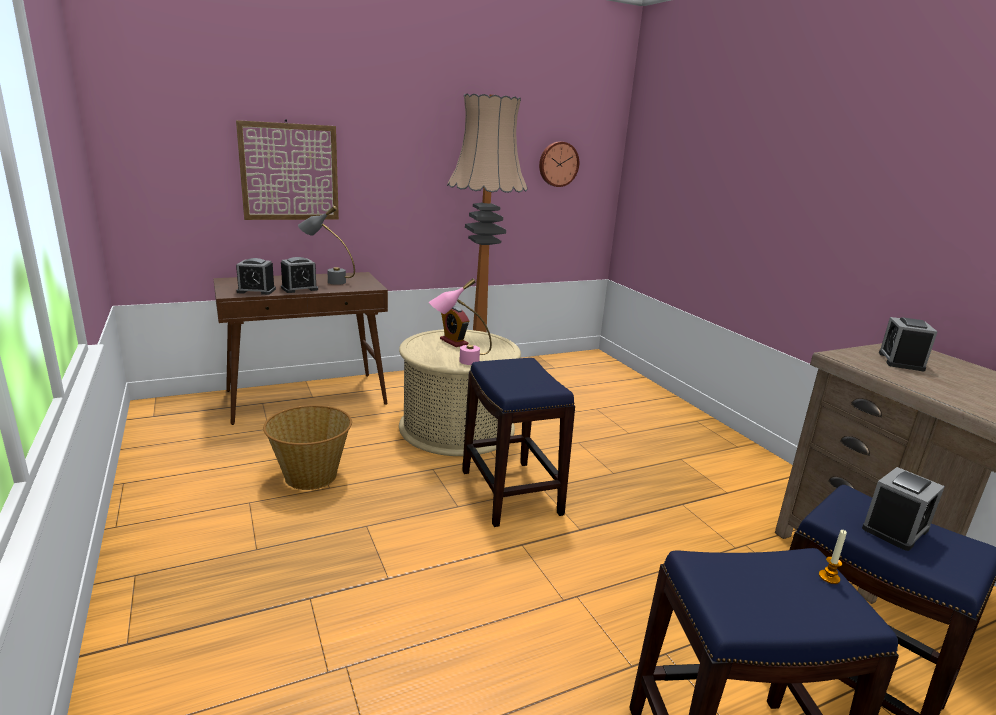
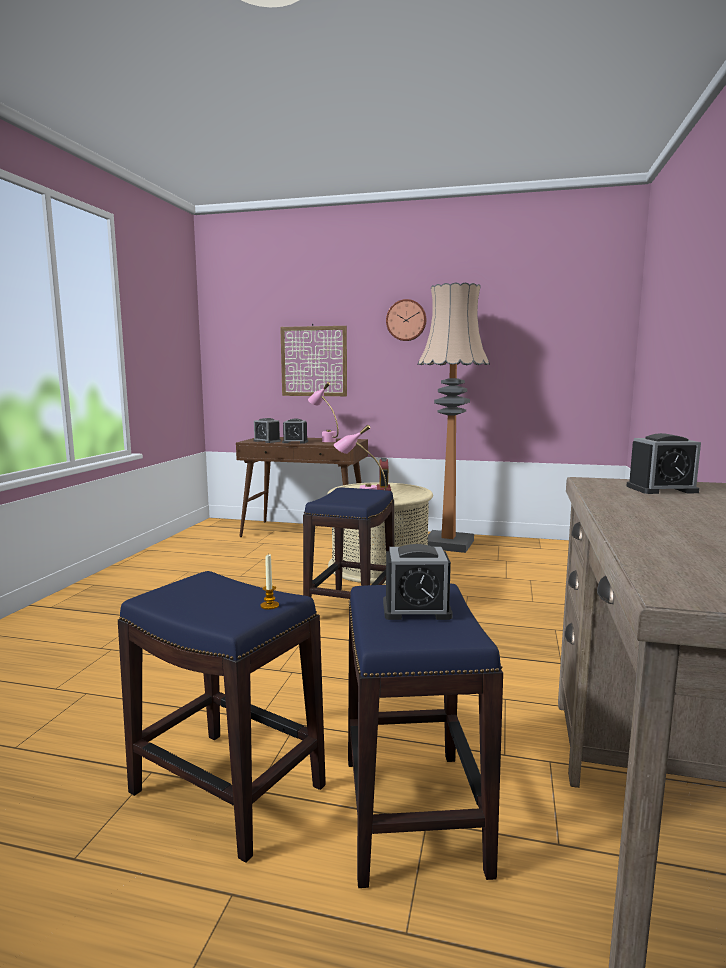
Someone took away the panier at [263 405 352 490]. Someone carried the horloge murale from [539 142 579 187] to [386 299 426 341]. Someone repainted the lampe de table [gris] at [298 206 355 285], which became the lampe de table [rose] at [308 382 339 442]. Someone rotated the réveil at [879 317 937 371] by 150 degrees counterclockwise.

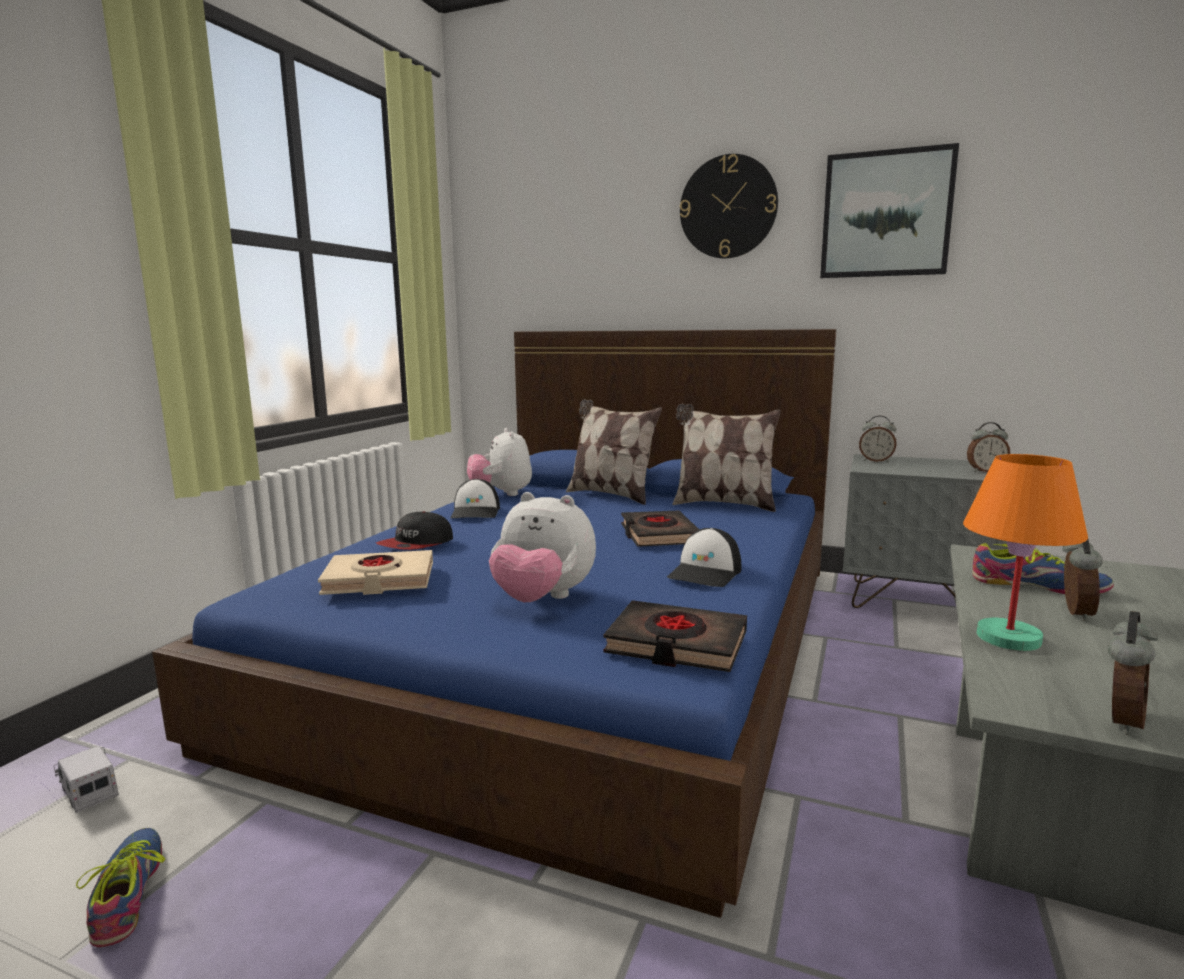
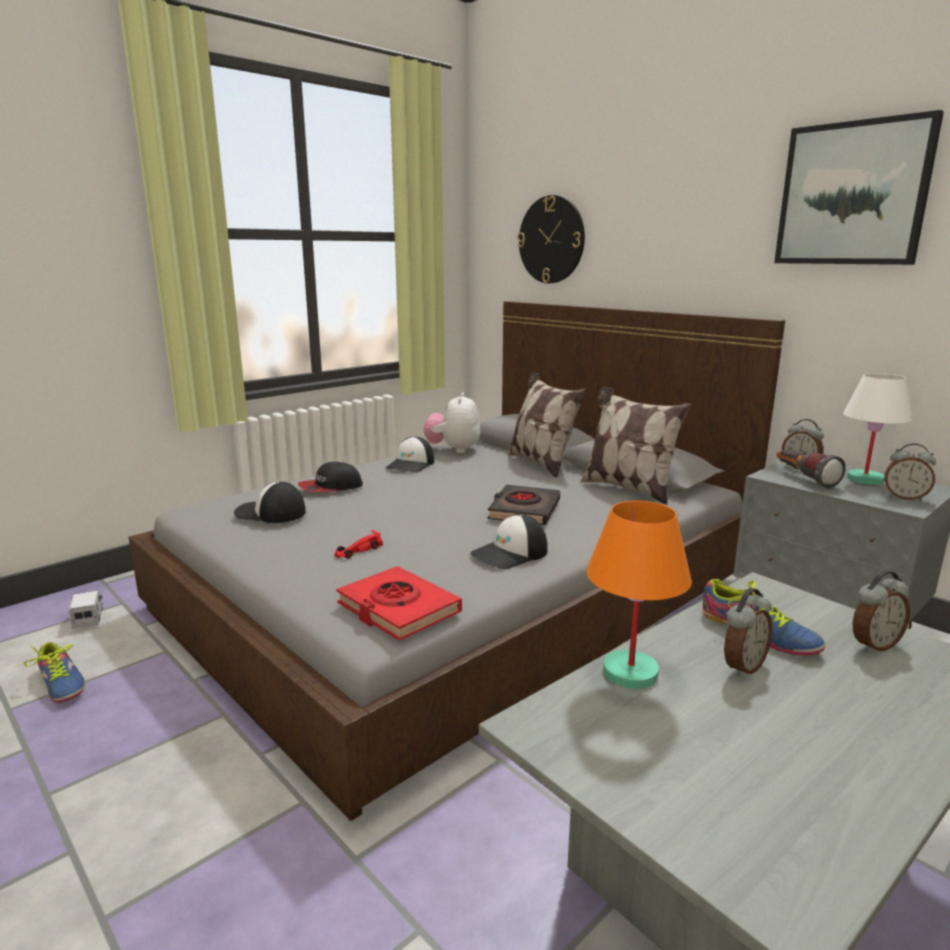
Someone put down the lampe de poche at [777 449 846 488]. Someone put down the lampe de table [blanc] at [843 373 913 485]. Someone carried the horloge murale from [680 154 778 258] to [517 195 585 283]. Someone carried the réveil from [1108 611 1158 735] to [853 570 910 652]. Someone swapped the livre [beige] at [318 550 433 595] for the casquette at [234 482 306 523]. Someone swapped the peluche at [489 492 596 602] for the petite voiture [rouge] at [335 530 383 558]. Someone repainted the lit [bleu] at [152 329 836 918], which became the lit [gris] at [128 301 785 821]. Someone repainted the livre [noir] at [603 600 747 672], which became the livre [rouge] at [336 566 462 641]. Someone rotated the chaussure at [76 828 165 947] by 135 degrees clockwise.

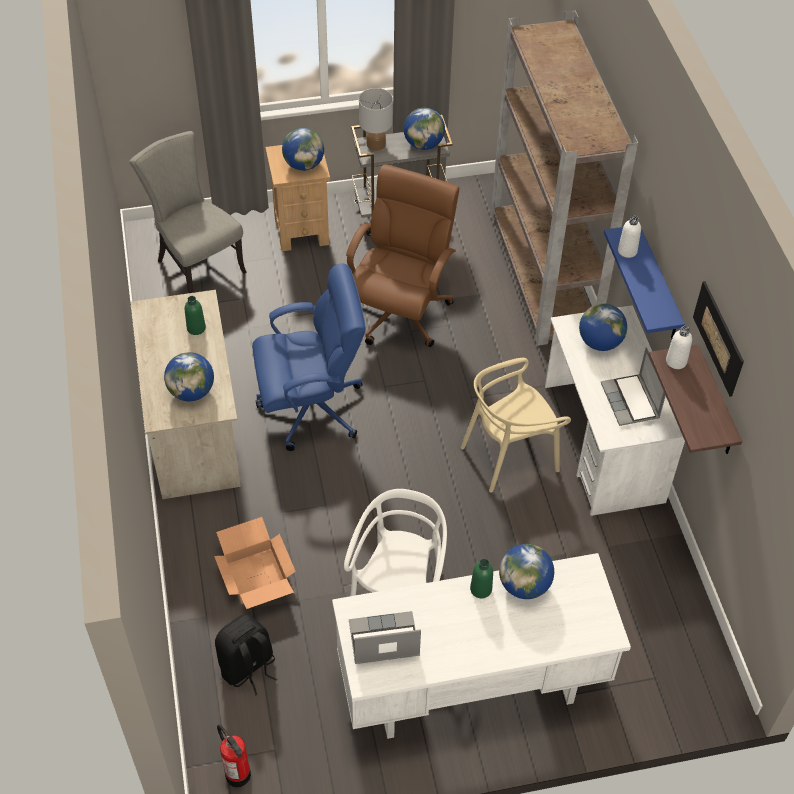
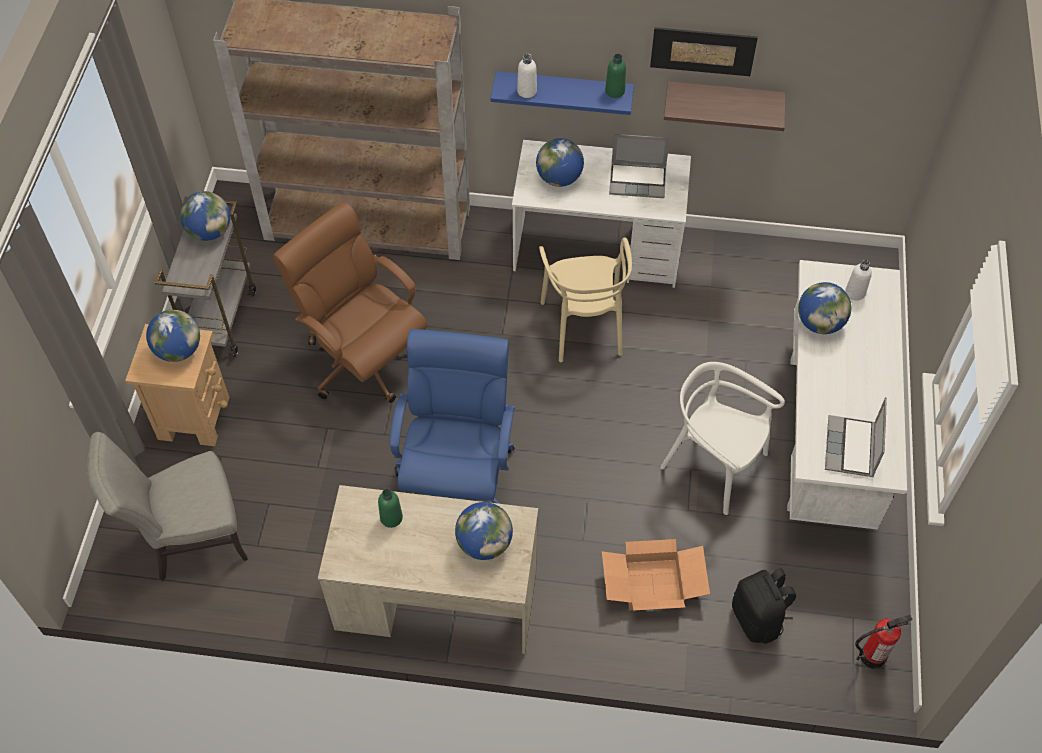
Someone took away the lampe de table [gris] at [359 88 393 151]. Someone carried the bouteille [vert] from [470 559 493 598] to [605 54 626 98]. Someone carried the bouteille [blanc] from [666 326 692 369] to [845 260 872 301].

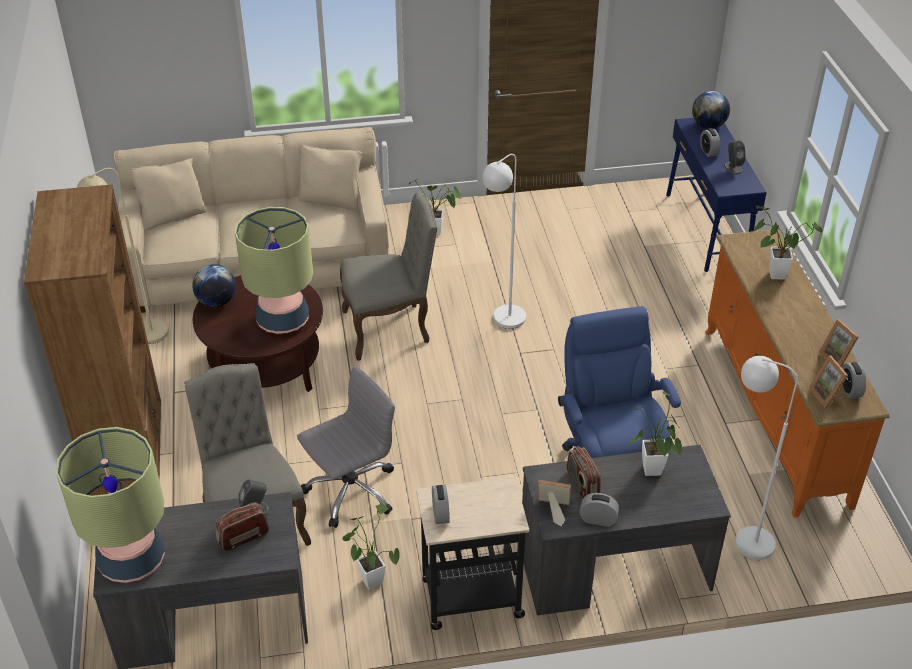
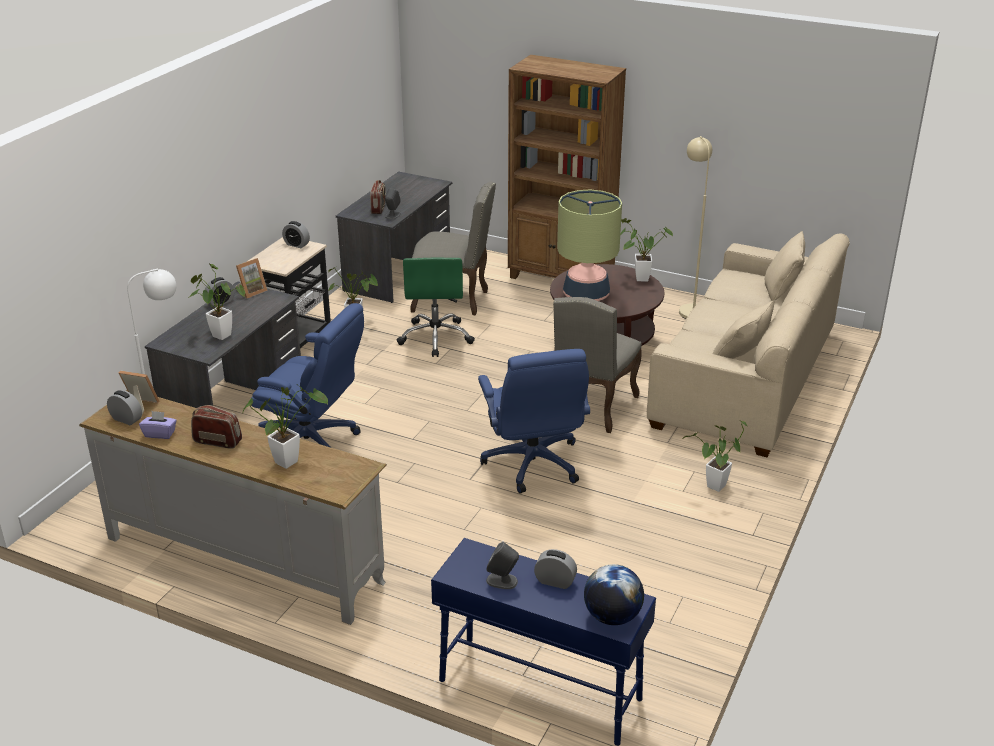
Someone took away the lampe de table at [56 427 165 583]. Someone carried the radio from [567 446 601 499] to [191 405 242 449]. Someone swapped the globe at [192 264 236 307] for the plante en pot at [620 218 673 281]. Someone swapped the lampadaire [blanc] at [483 154 526 329] for the chaise de bureau [bleu] at [478 349 590 494]. Someone swapped the cadre photo at [818 319 859 367] for the boîte à mouchoirs [violet] at [139 411 177 439]. Someone repainted the chaise de bureau [gris] at [297 366 395 528], which became the chaise de bureau [vert] at [396 258 475 357]. Someone repainted the meuble de rangement [orange] at [705 229 890 518], which became the meuble de rangement [gris] at [79 390 387 625].

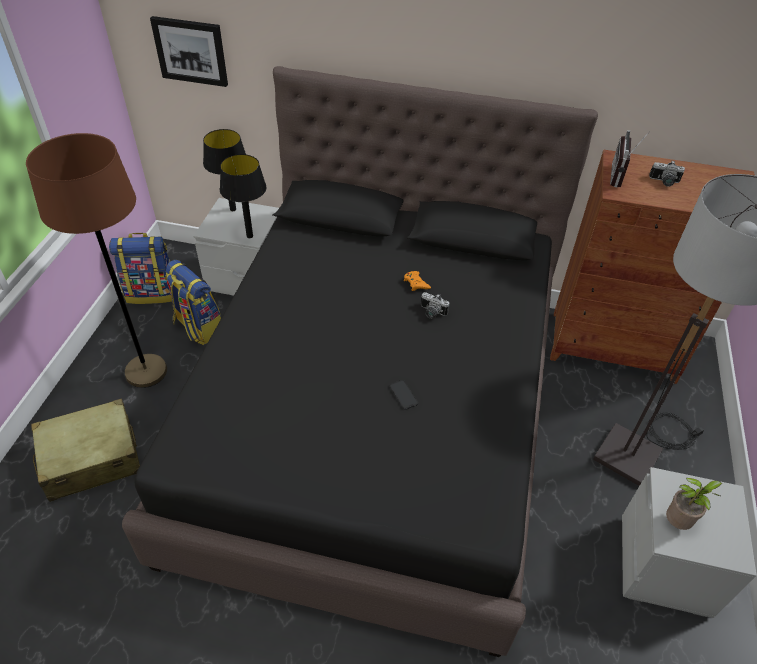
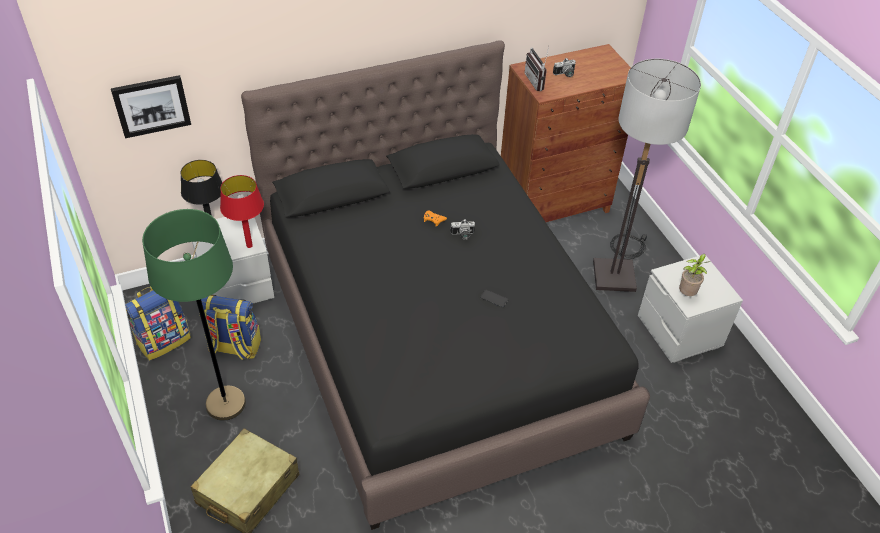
Someone repainted the lampadaire [marron] at [26 133 167 388], which became the lampadaire [vert] at [142 209 246 421]. Someone repainted the lampe de table [noir] at [220 154 267 238], which became the lampe de table [rouge] at [220 175 264 248].

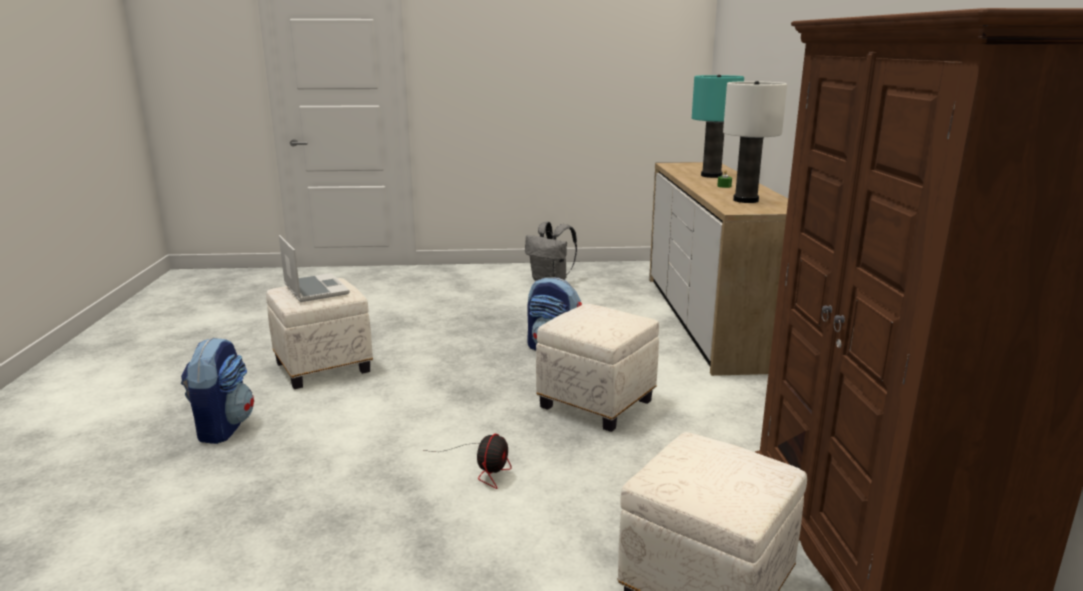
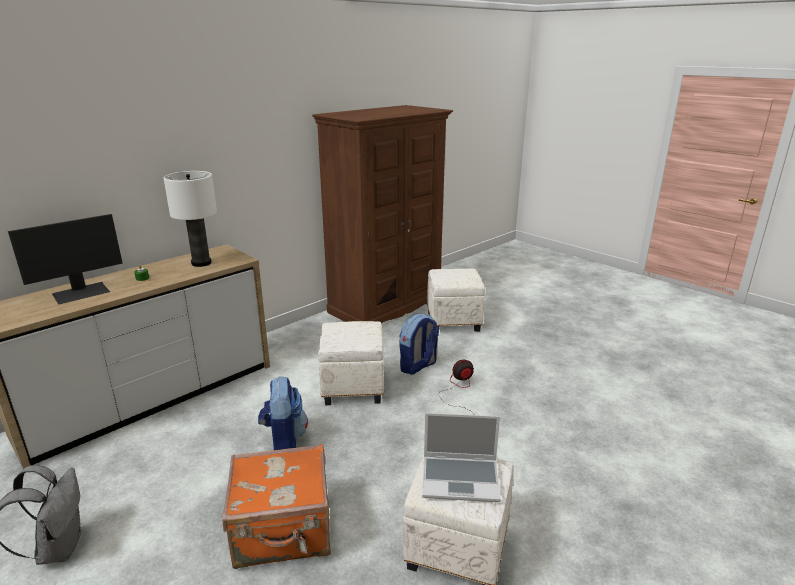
Someone put down the valise [orange] at [222 444 331 569]. Someone carried the sac à dos from [181 337 254 444] to [399 314 439 375]. Someone swapped the lampe de table [turquoise] at [692 75 744 178] for the écran d'ordinateur at [8 214 123 305]. Someone rotated the ordinateur portable at [279 235 350 302] by 105 degrees counterclockwise.

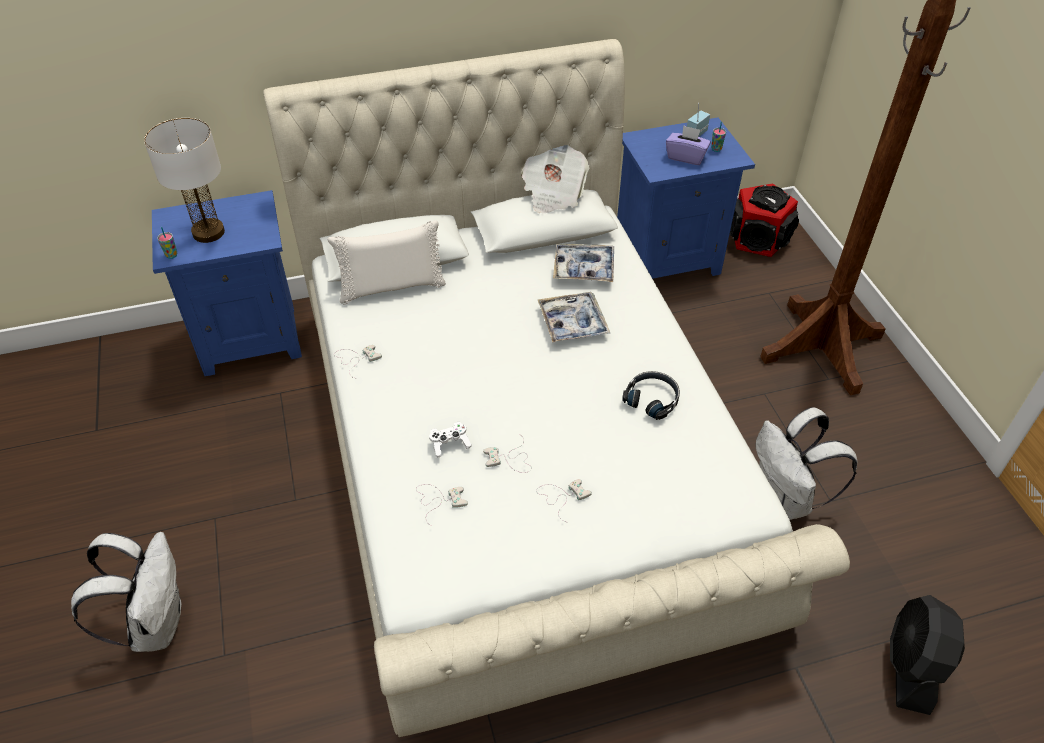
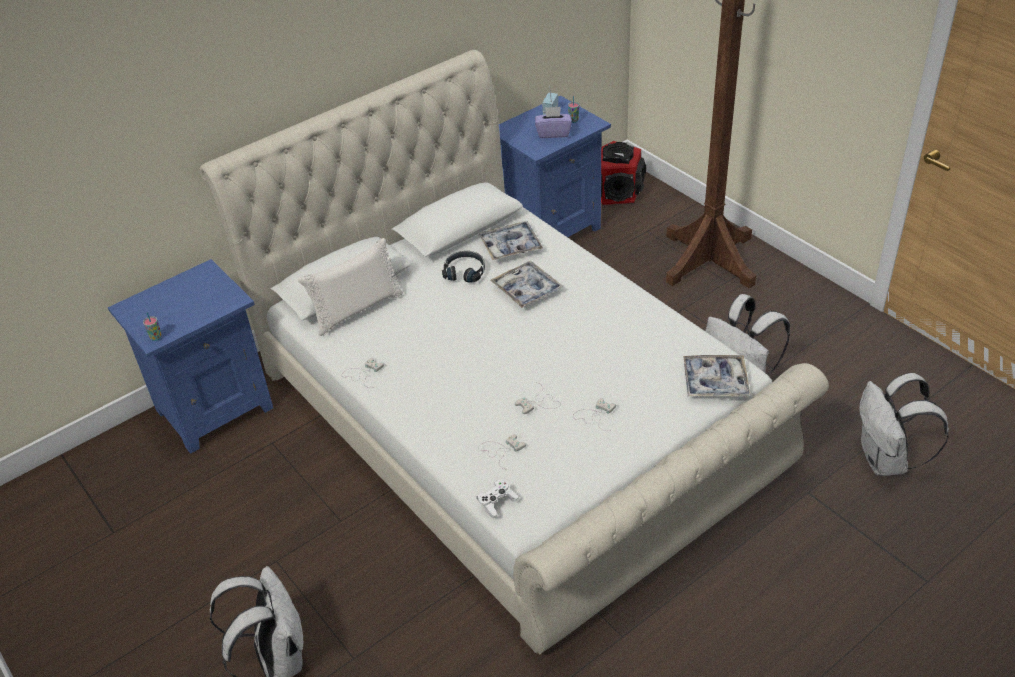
Someone took away the lampe de table at [144 118 225 243]. Someone took away the journal at [521 145 589 213]. Someone put down the plateau at [683 355 750 397]. Someone carried the manette [blanc] from [429 422 472 458] to [477 480 519 518]. Someone carried the casque audio [noir] from [622 371 680 420] to [442 251 485 283]. Someone swapped the ventilateur [noir] at [890 595 965 715] for the sac à dos [blanc] at [859 373 949 476].

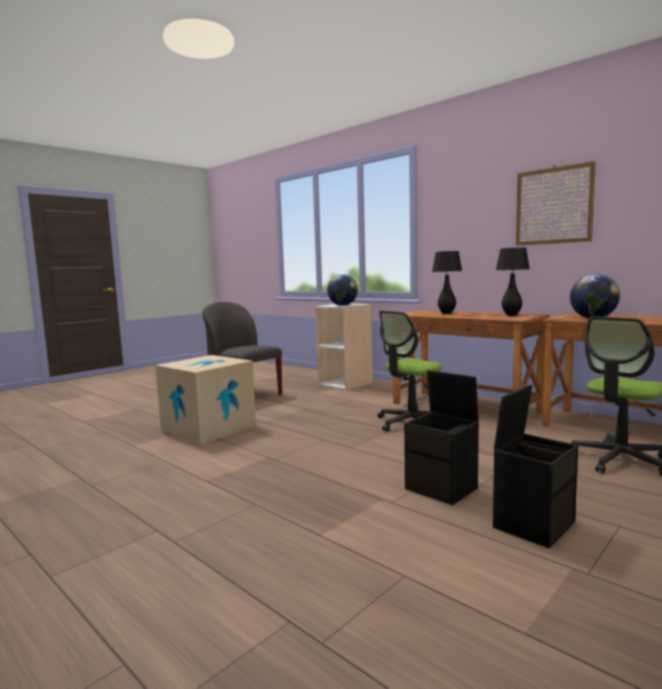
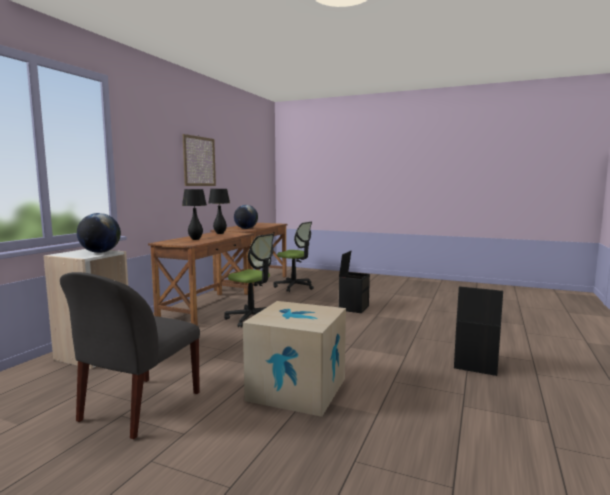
Someone carried the boîte de rangement [noir] from [493 384 578 548] to [454 286 503 376].

